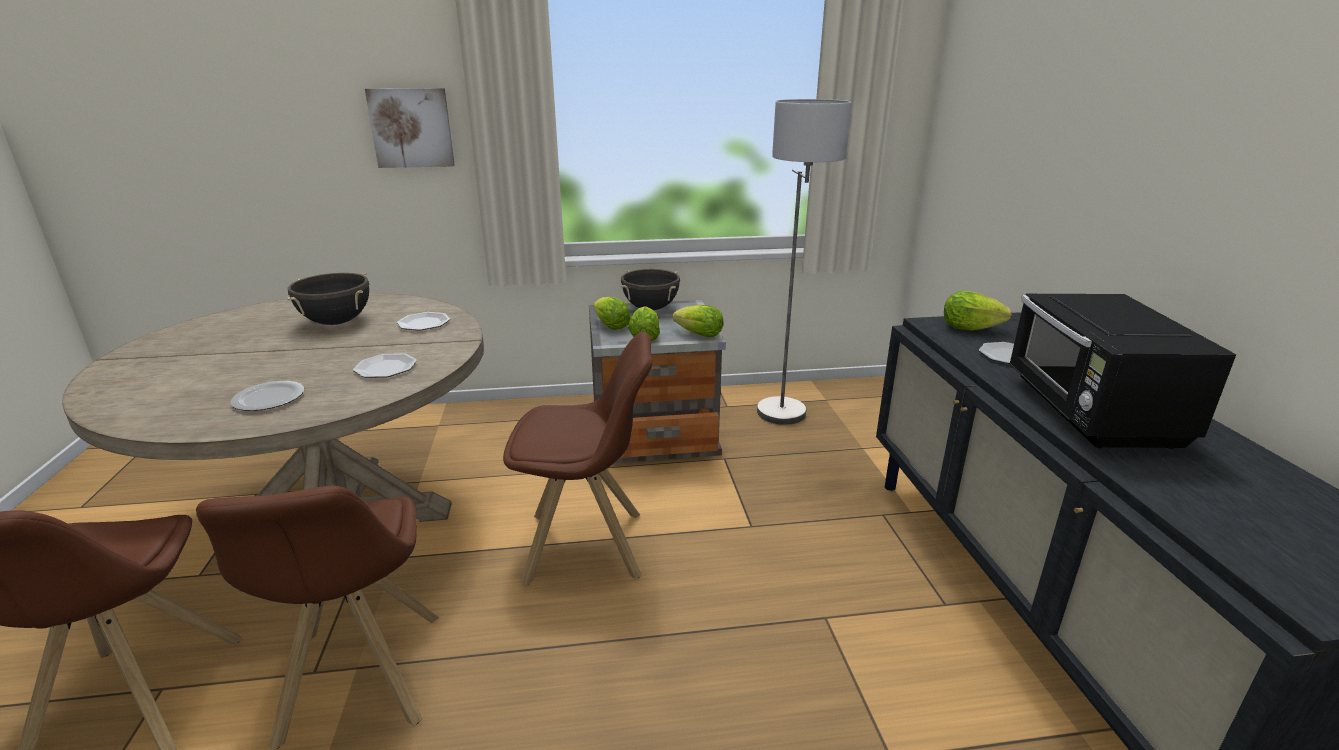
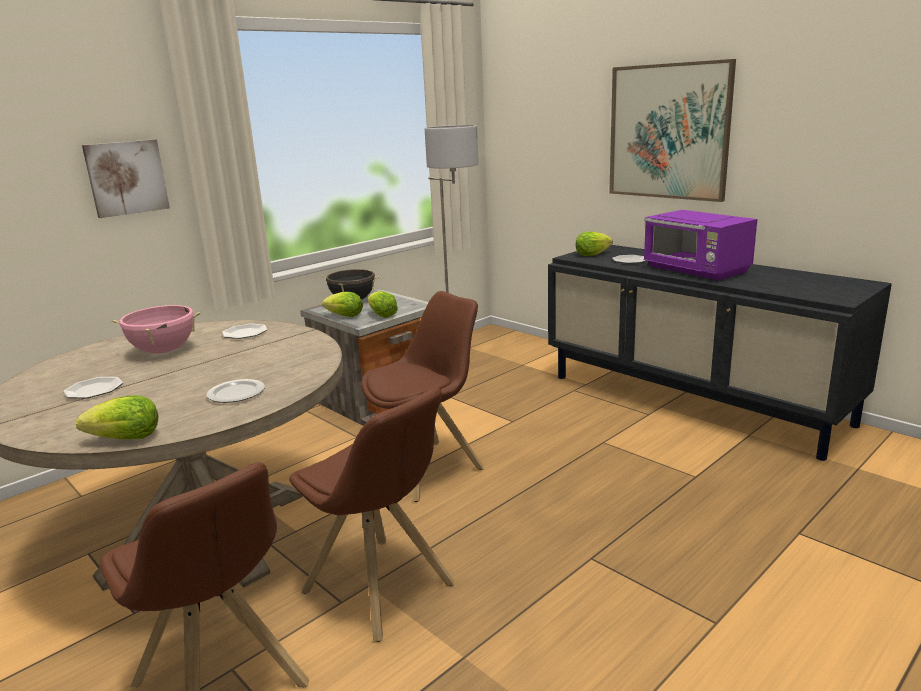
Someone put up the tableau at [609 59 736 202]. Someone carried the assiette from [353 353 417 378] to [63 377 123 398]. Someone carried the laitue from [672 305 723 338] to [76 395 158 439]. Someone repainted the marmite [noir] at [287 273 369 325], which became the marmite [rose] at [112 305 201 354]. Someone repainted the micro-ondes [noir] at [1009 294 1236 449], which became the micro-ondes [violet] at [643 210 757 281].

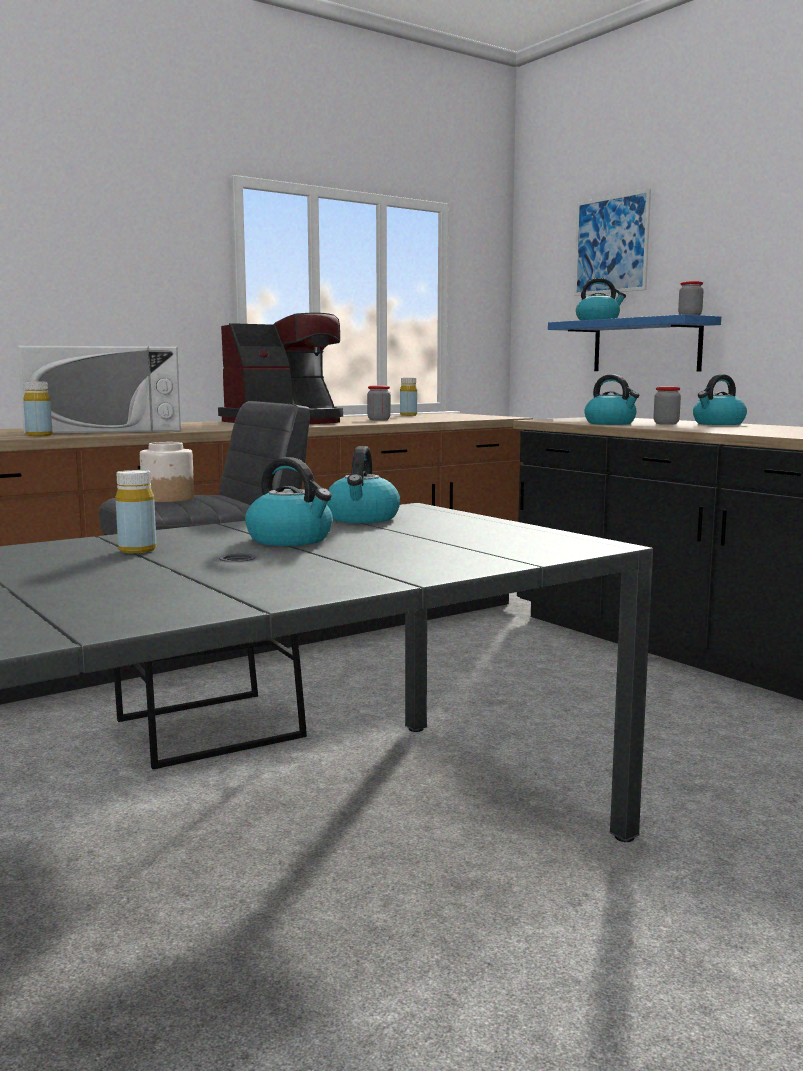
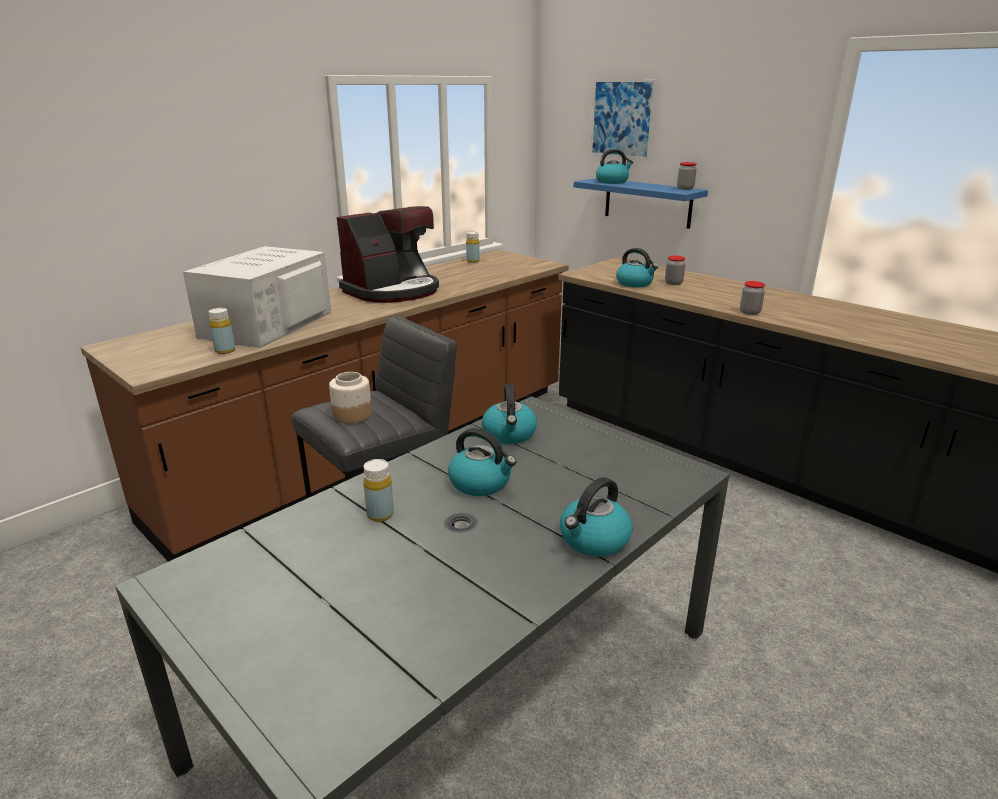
Someone carried the bocal from [367 386 391 421] to [740 281 765 315]. Someone carried the bouilloire from [693 374 747 425] to [560 477 632 557]. Someone rotated the micro-ondes [blanc] at [17 346 181 434] by 135 degrees clockwise.

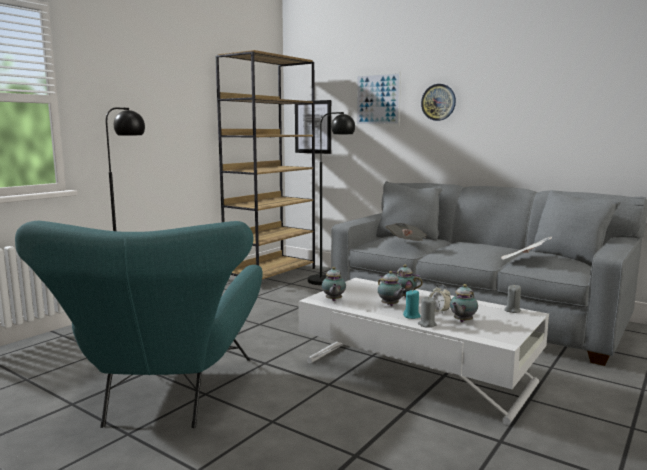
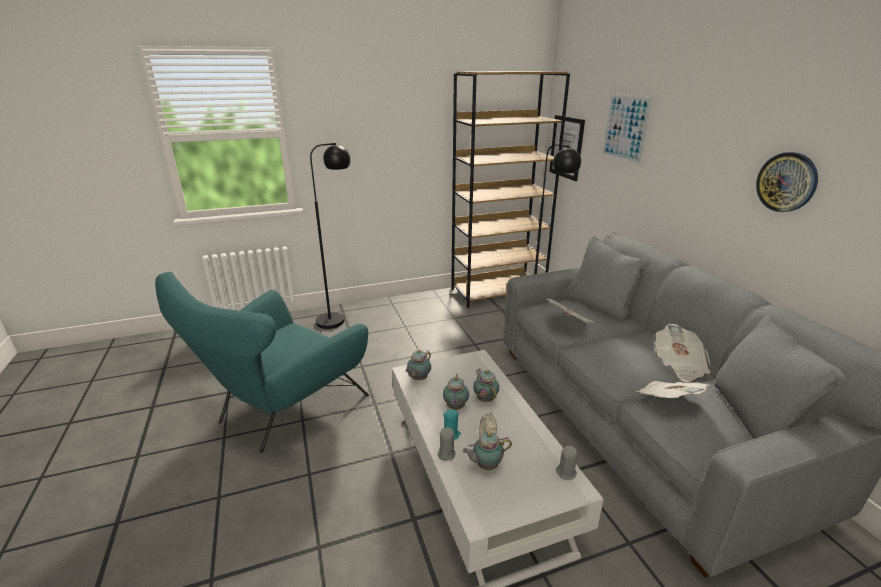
Someone put down the journal at [655 324 711 383]. Someone carried the horloge murale from [421 84 456 121] to [756 152 818 212].

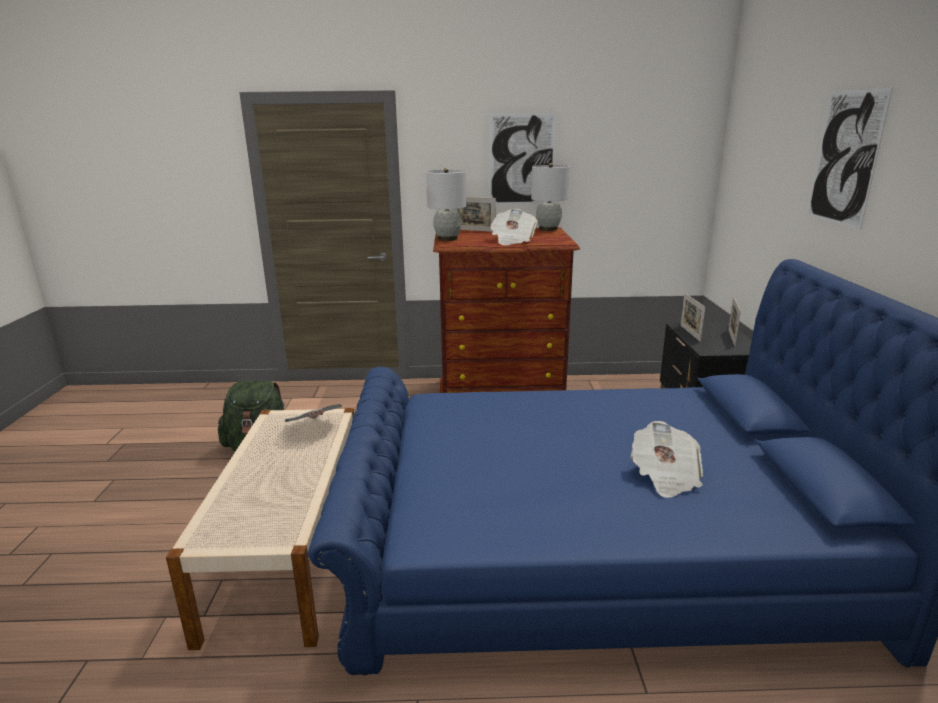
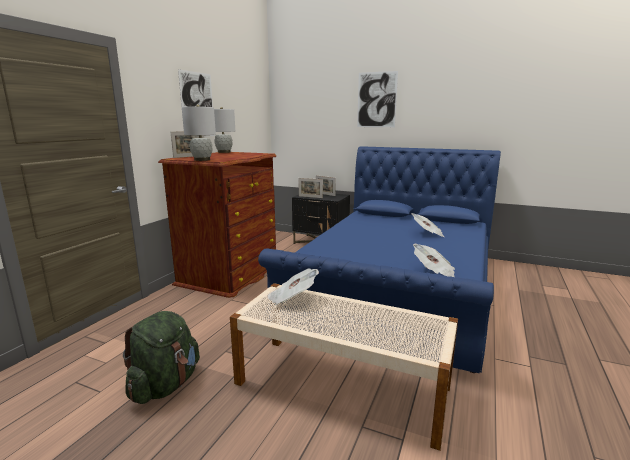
Someone carried the journal from [490 209 538 245] to [413 244 455 277].

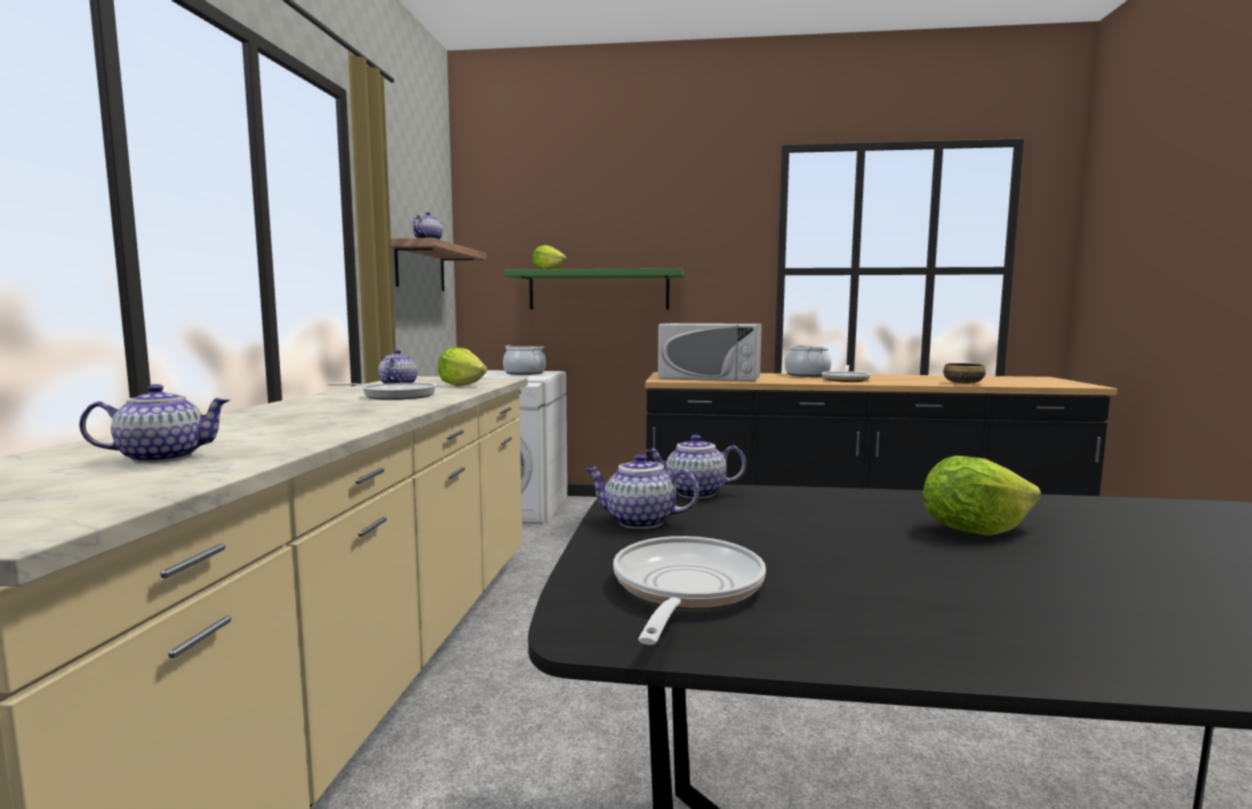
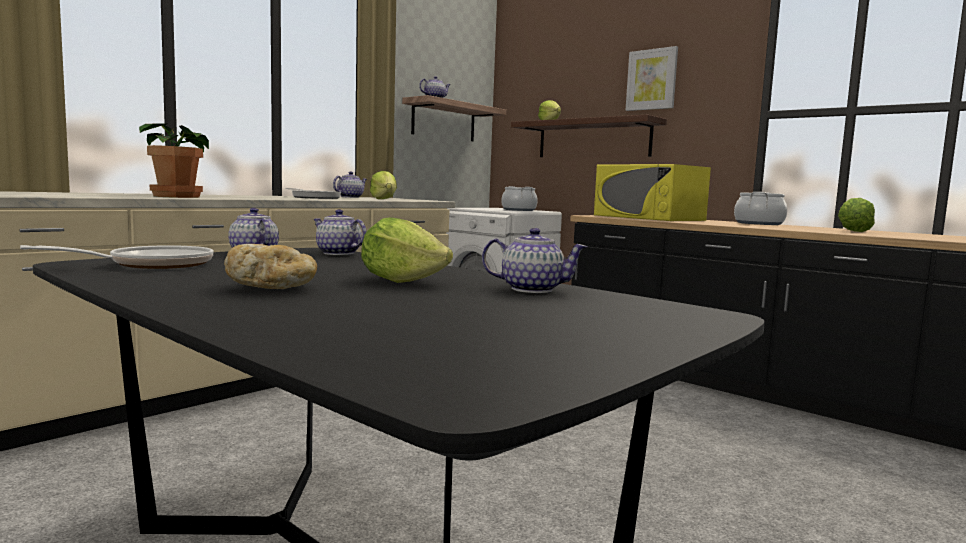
Someone took away the poêle at [822 365 871 382]. Someone took away the bol at [943 363 986 384]. Someone put down the plante en pot at [139 123 209 198]. Someone put down the pain at [224 244 317 289]. Someone put up the tableau at [626 46 678 111]. Someone put down the laitue at [838 198 875 232]. Someone carried the théière from [79 384 230 463] to [482 228 588 293]. Someone repainted the étagère [vert] at [504 268 684 310], which became the étagère [marron] at [511 115 667 157]. Someone repainted the micro-ondes [blanc] at [658 323 762 381], which became the micro-ondes [jaune] at [594 164 711 221].

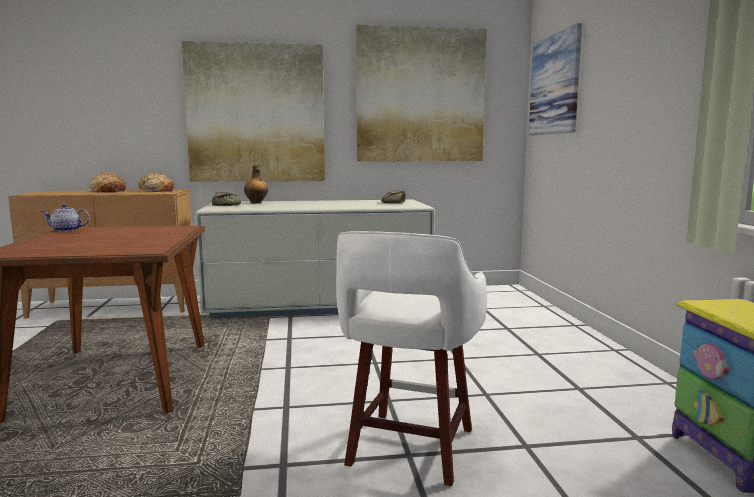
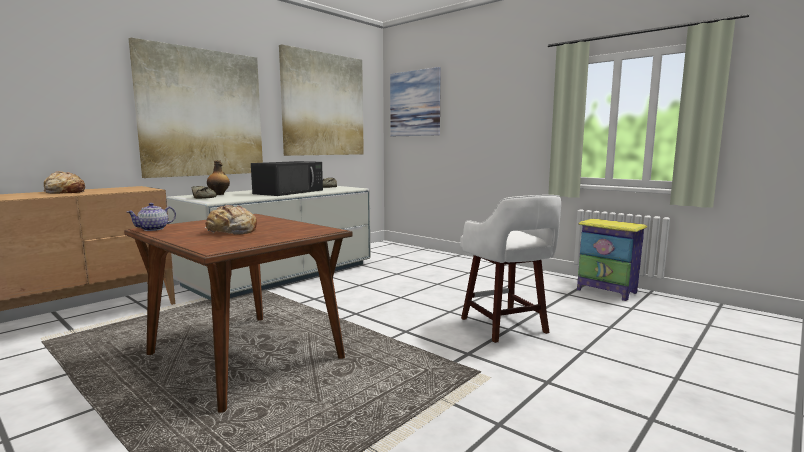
Someone put down the micro-ondes [noir] at [251 161 323 196]. Someone carried the pain from [138 172 174 192] to [205 205 257 235].

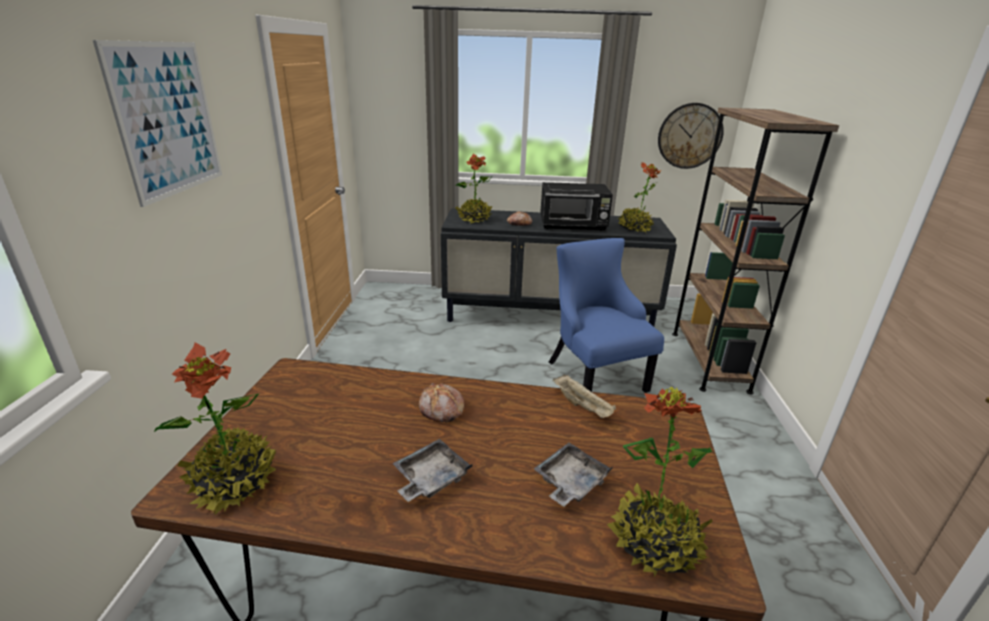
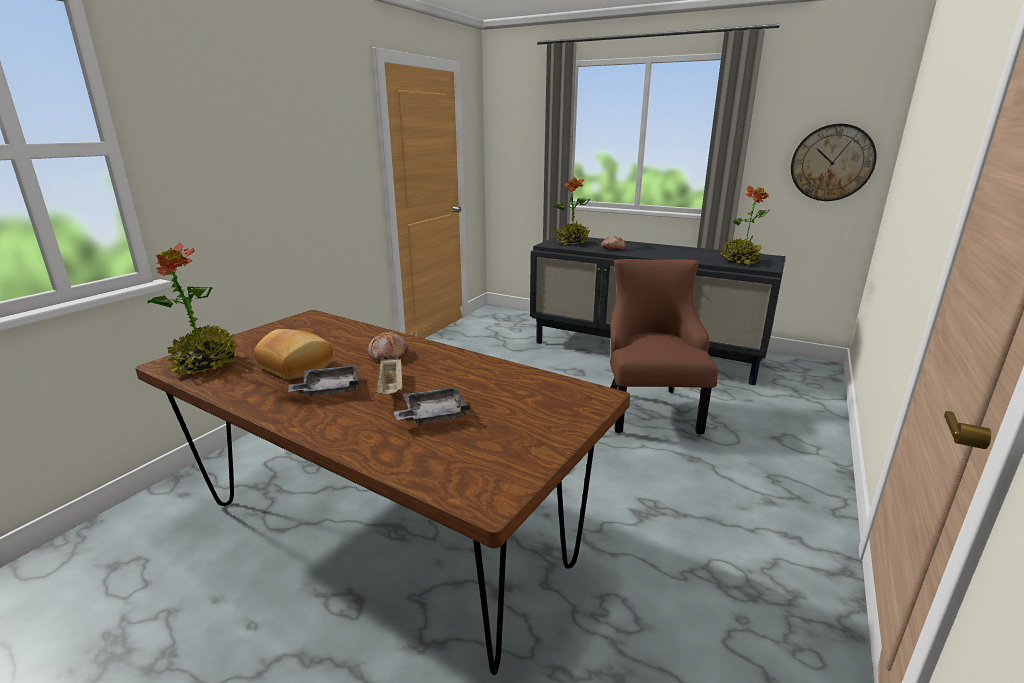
Someone took away the tableau at [93 40 222 207]. Someone took away the micro-ondes [noir] at [540 182 613 231]. Someone took away the plante en pot at [607 386 713 577]. Someone took away the bibliothèque [marron] at [672 108 839 394]. Someone put down the pain at [254 329 333 379]. Someone carried the plateau [beige] from [552 375 616 418] to [376 358 403 394]. Someone repainted the chaise [bleu] at [548 238 664 393], which became the chaise [marron] at [610 259 718 435].

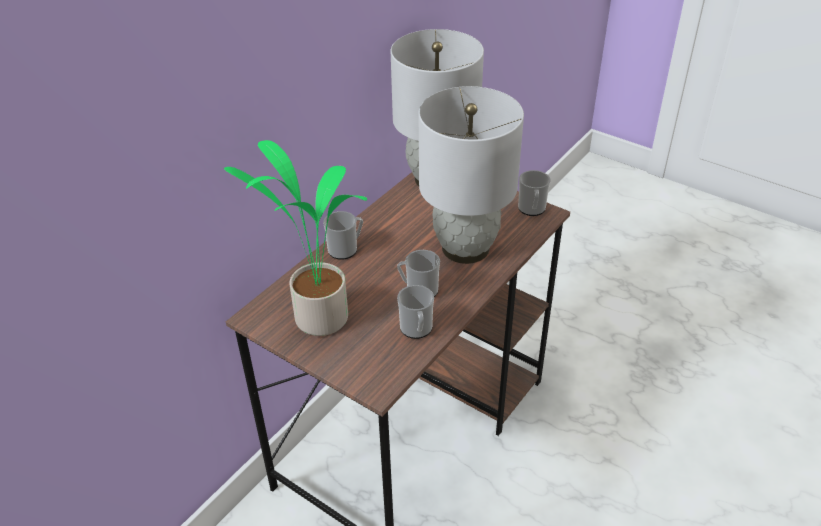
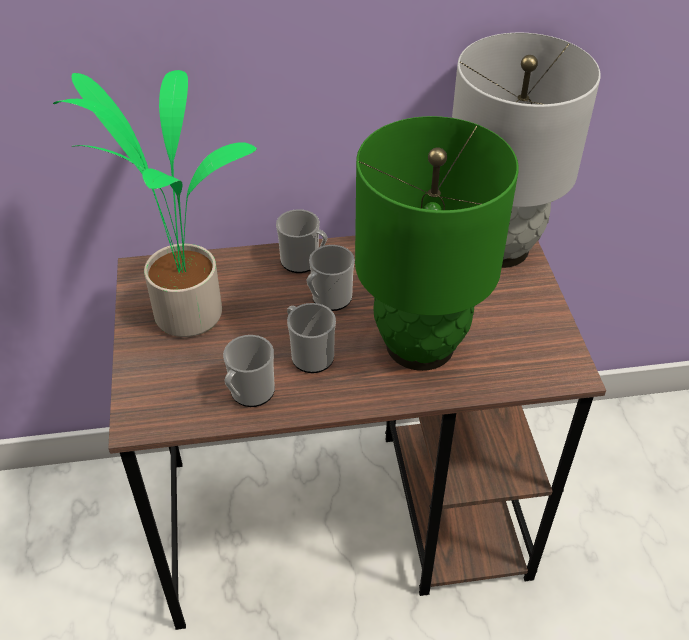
Someone carried the mug from [518 170 550 216] to [307 245 355 311]. Someone repainted the lampe de table [blanc] at [419 86 524 264], which became the lampe de table [vert] at [355 116 519 371].

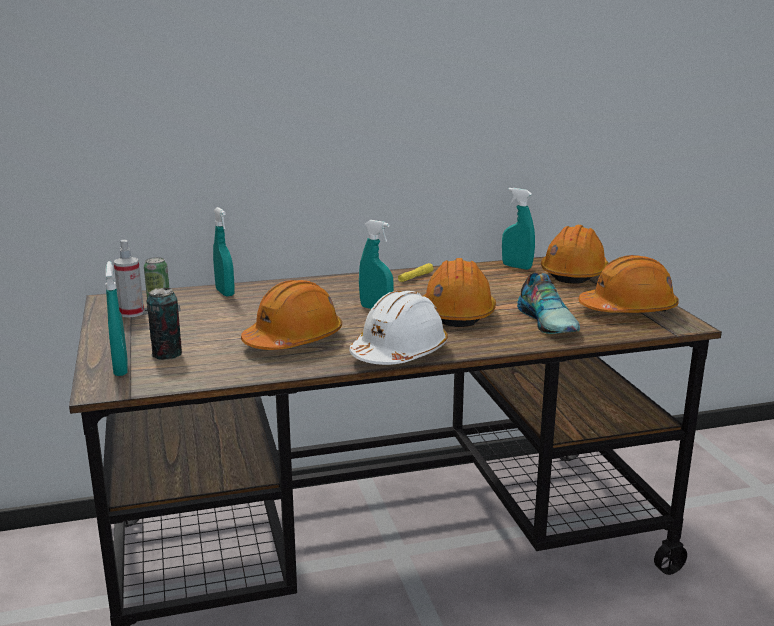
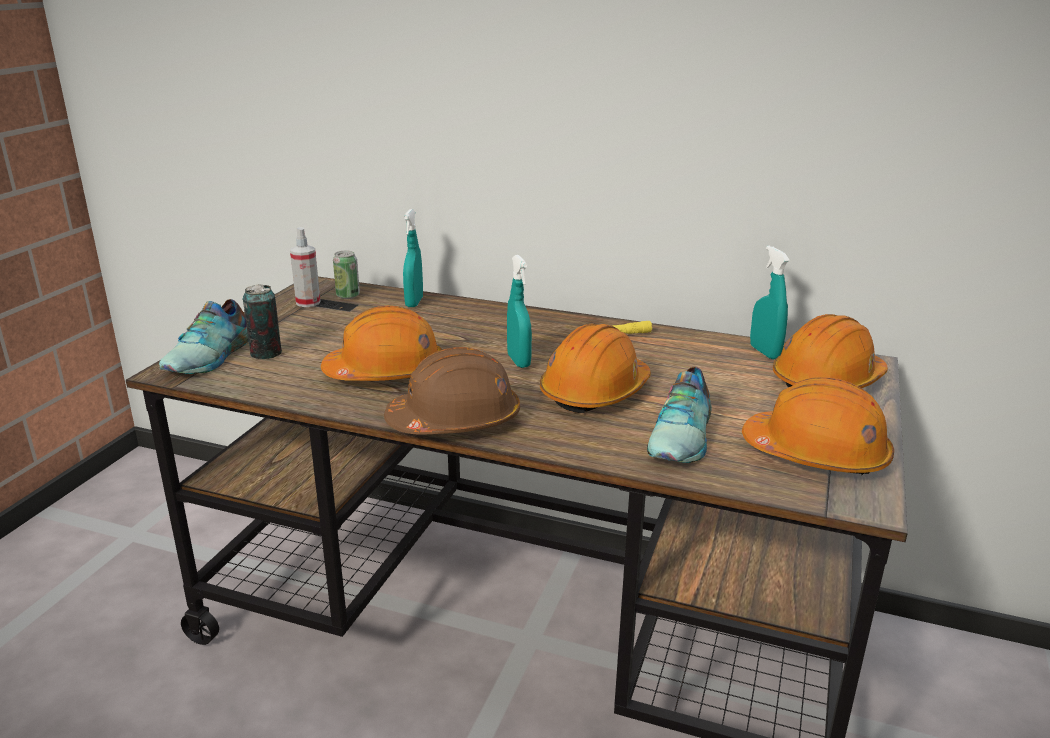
Someone swapped the vaporisateur [turquoise] at [105 261 128 376] for the chaussure at [159 299 249 374]. Someone repainted the casque de chantier [blanc] at [349 291 448 365], which became the casque de chantier [marron] at [384 347 520 435].

